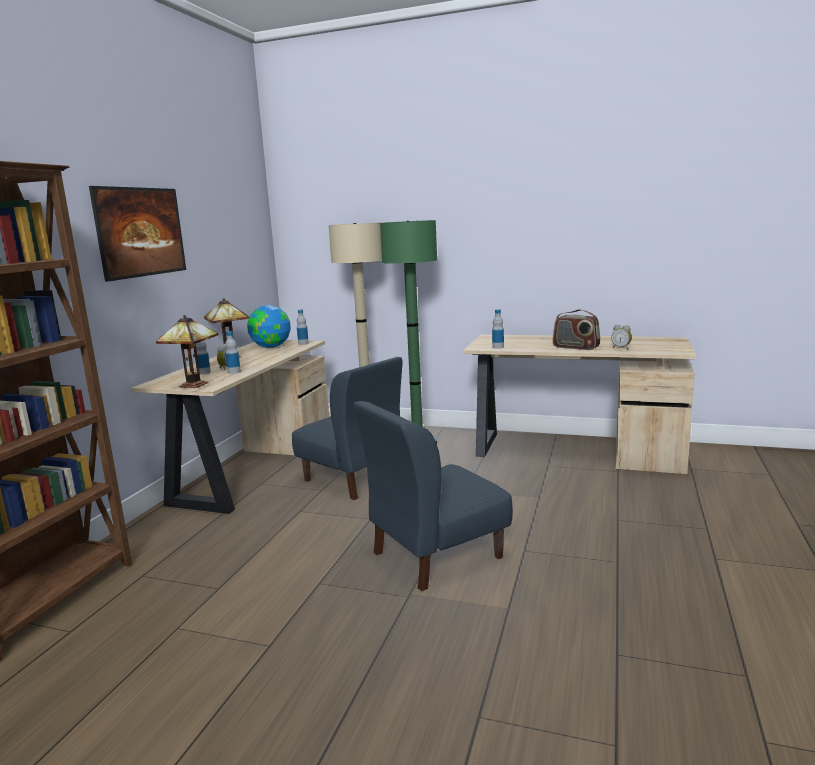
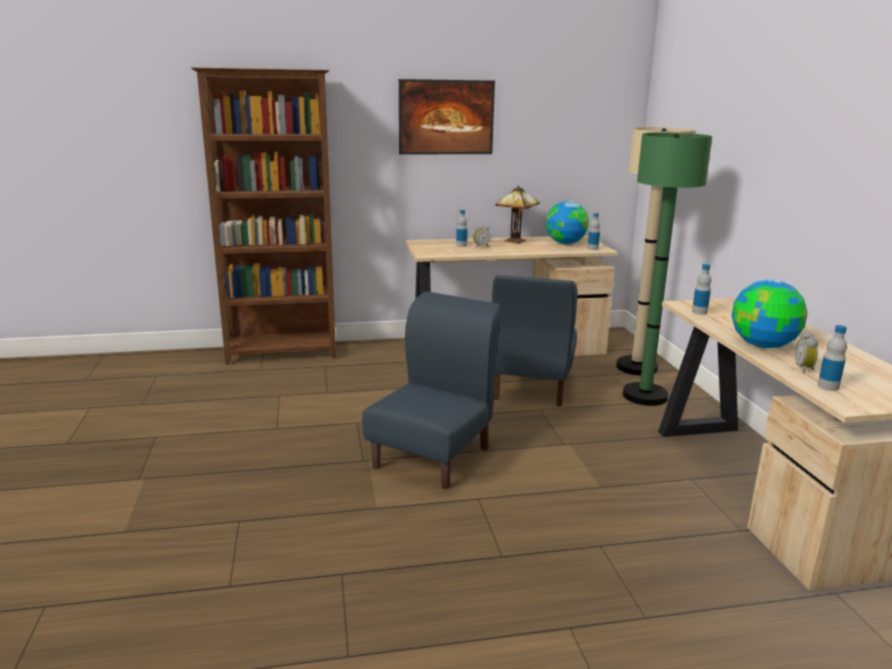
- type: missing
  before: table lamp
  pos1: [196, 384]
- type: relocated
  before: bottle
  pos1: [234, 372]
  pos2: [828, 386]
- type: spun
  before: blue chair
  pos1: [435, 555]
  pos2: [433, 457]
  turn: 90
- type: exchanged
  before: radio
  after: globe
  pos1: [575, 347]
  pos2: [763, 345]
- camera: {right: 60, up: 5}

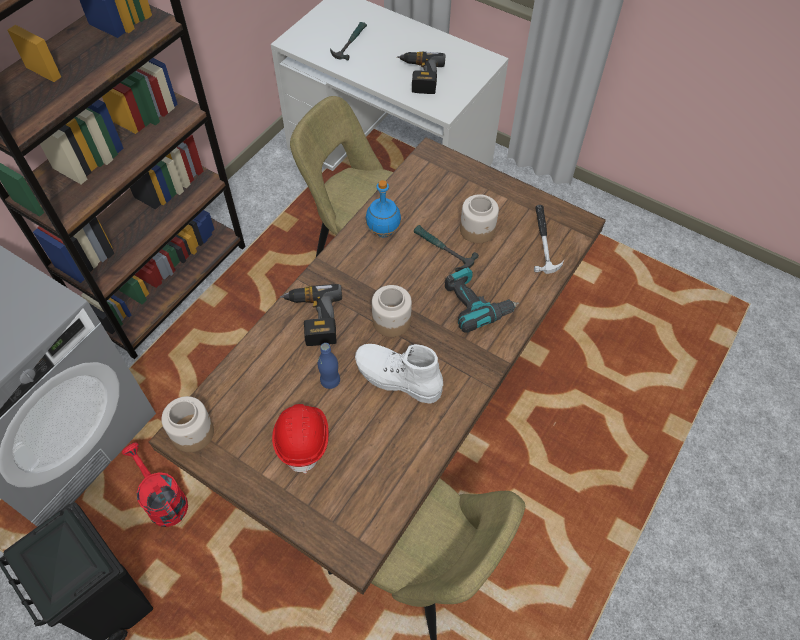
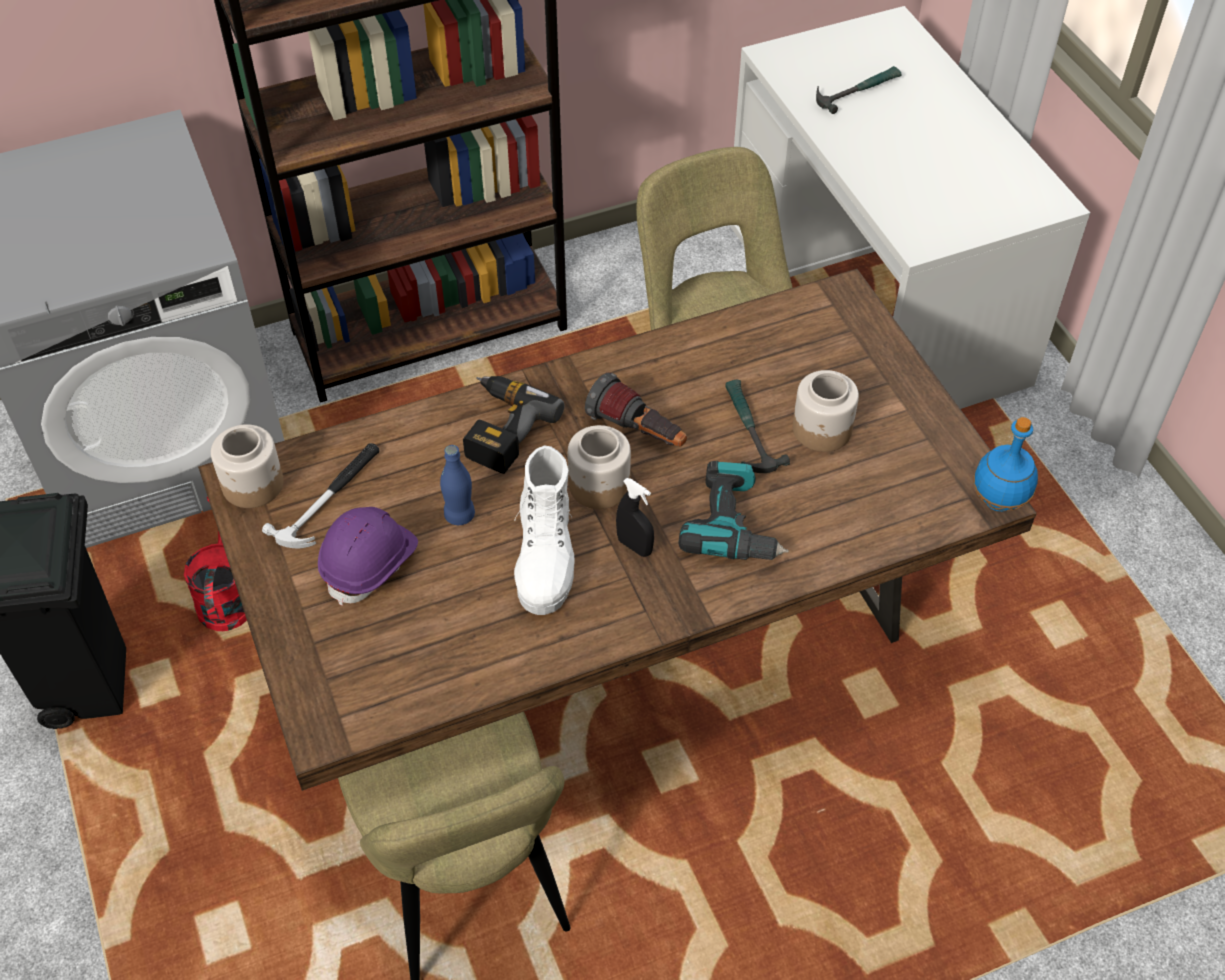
- type: colour
  before: red hard hat
  after: purple hard hat
  pos1: [303, 438]
  pos2: [370, 564]
- type: spun
  before: white boot
  pos1: [397, 378]
  pos2: [546, 560]
  turn: -150
- type: relocated
  before: blue bottle
  pos1: [383, 231]
  pos2: [998, 500]
- type: missing
  before: power drill
  pos1: [419, 77]
- type: relocated
  before: hammer
  pos1: [544, 240]
  pos2: [330, 498]
- type: appeared
  after: flashlight
  pos2: [638, 432]
- type: appeared
  after: black spray bottle
  pos2: [634, 546]
- camera: {right: 35, up: -5}

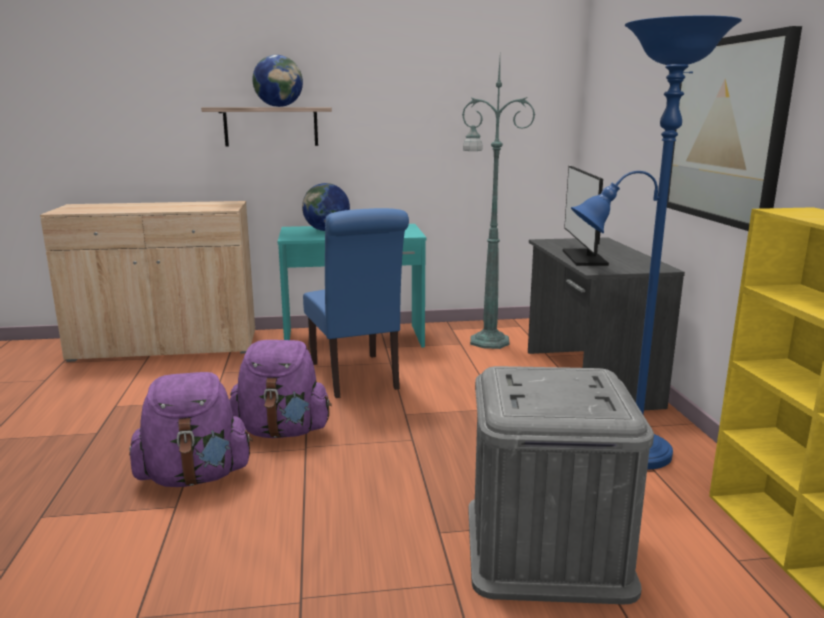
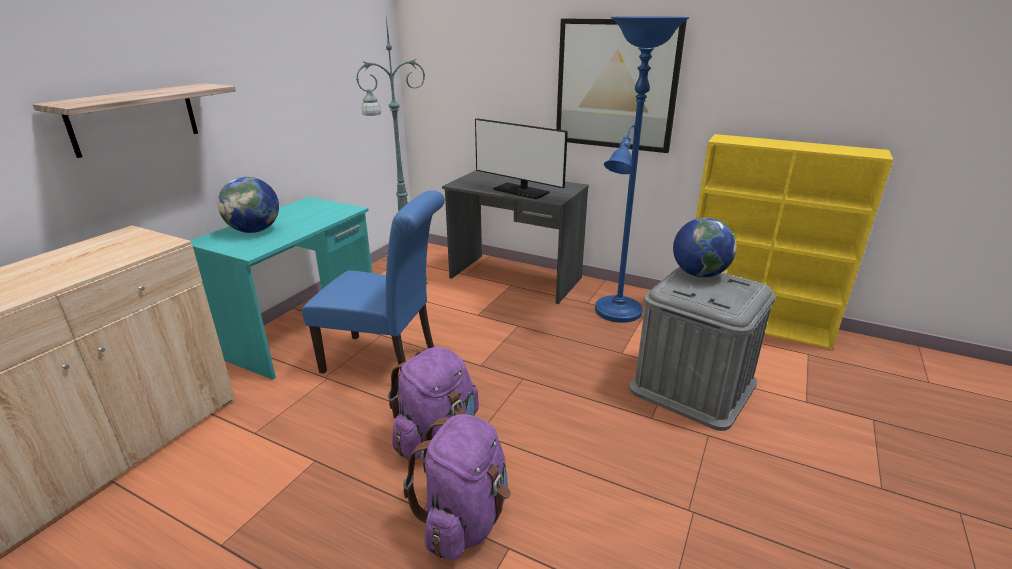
- type: relocated
  before: globe
  pos1: [279, 106]
  pos2: [699, 274]
- camera: {right: -55, up: 10}

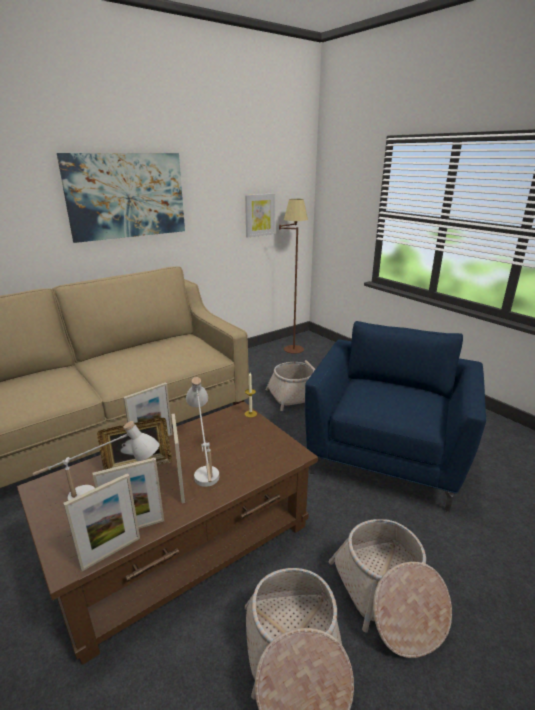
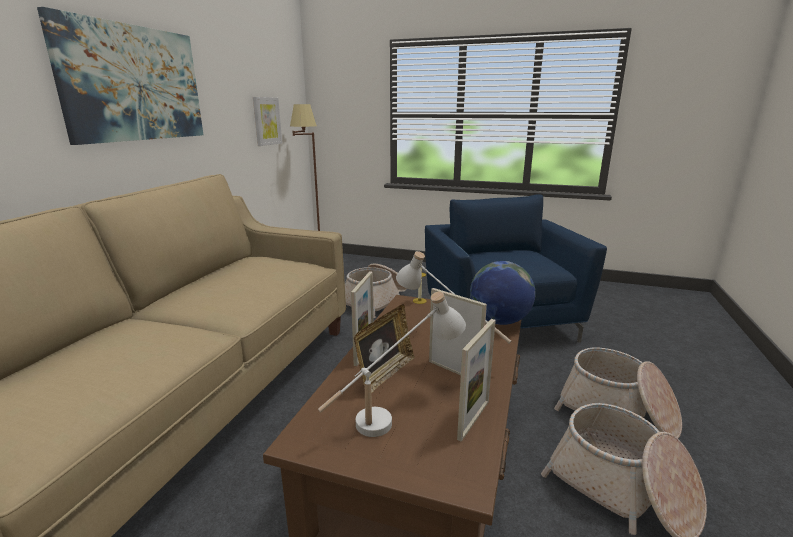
- type: missing
  before: picture frame
  pos1: [111, 553]
- type: appeared
  after: globe
  pos2: [499, 321]
- camera: {right: -35, up: -5}

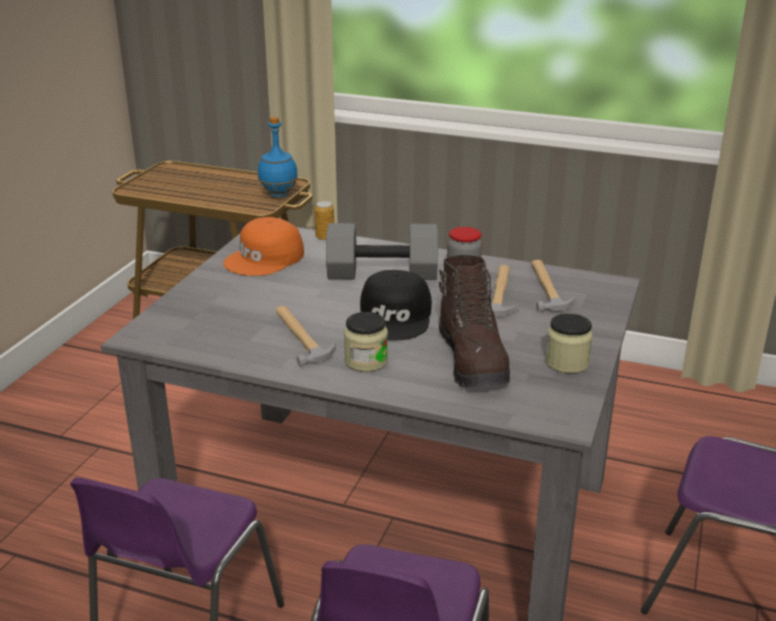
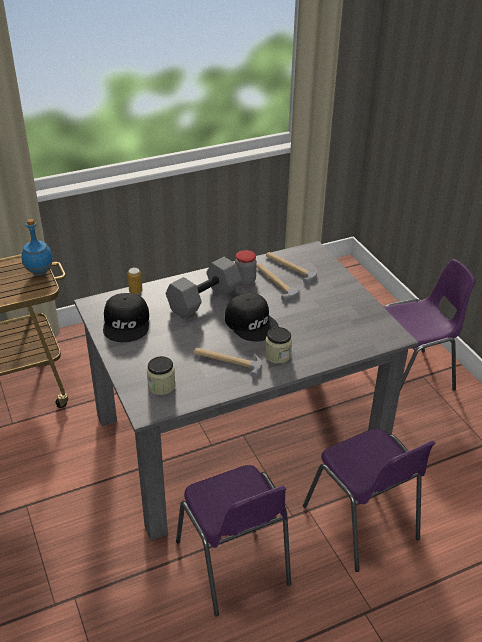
- type: colour
  before: orange cap
  after: black cap
  pos1: [265, 259]
  pos2: [127, 323]
- type: missing
  before: brown boot
  pos1: [473, 360]
- type: relocated
  before: jar
  pos1: [567, 362]
  pos2: [161, 386]
- camera: {right: -45, up: 10}

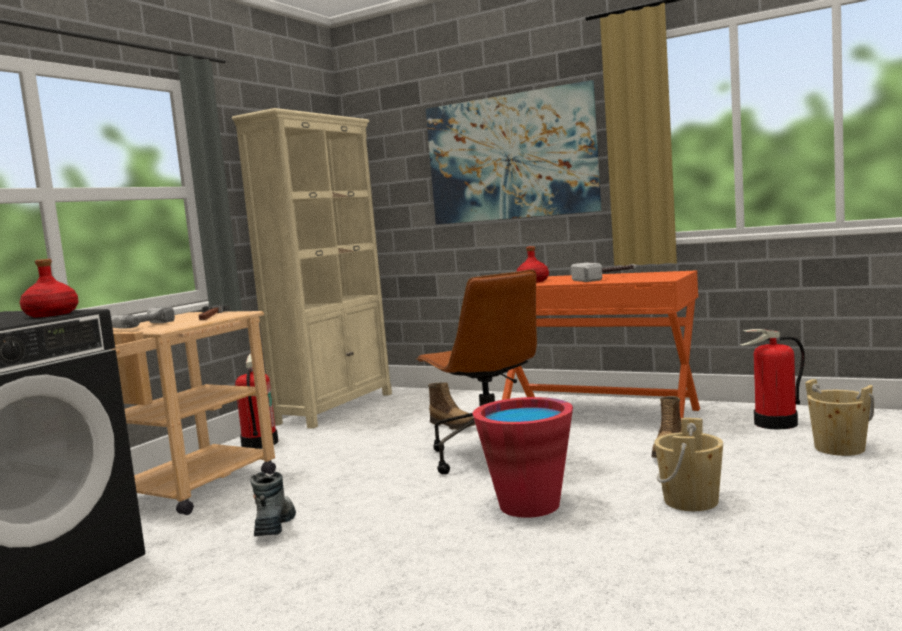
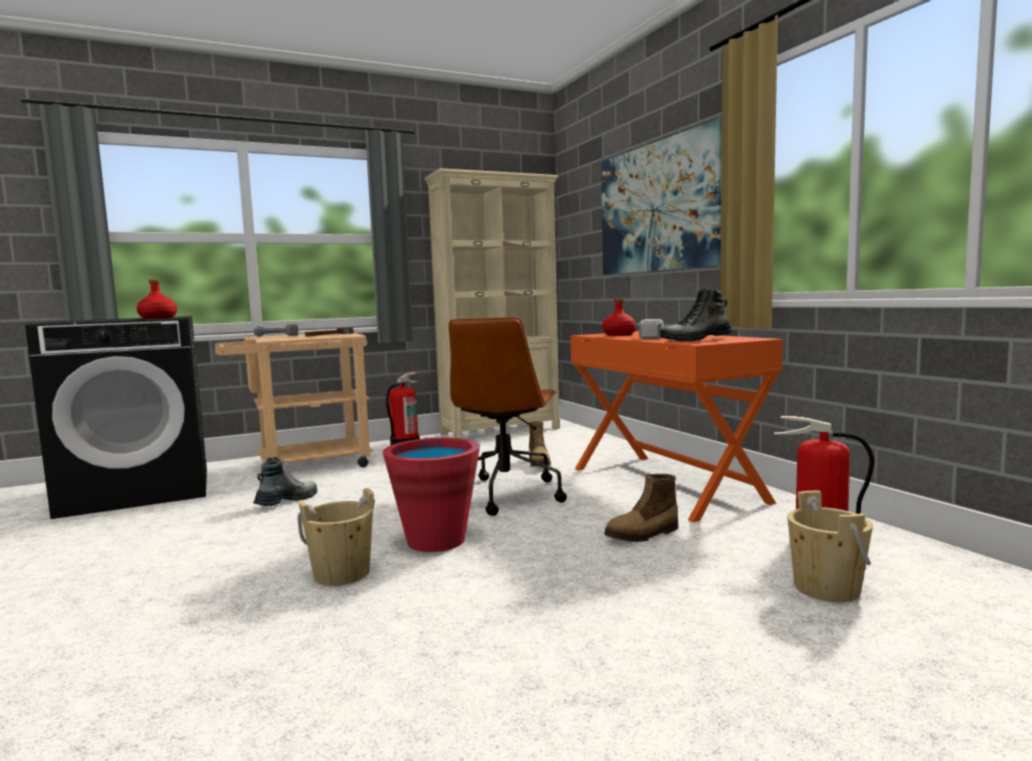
- type: relocated
  before: beige bucket
  pos1: [691, 501]
  pos2: [342, 573]
- type: appeared
  after: boot
  pos2: [696, 340]
- camera: {right: 35, up: 0}

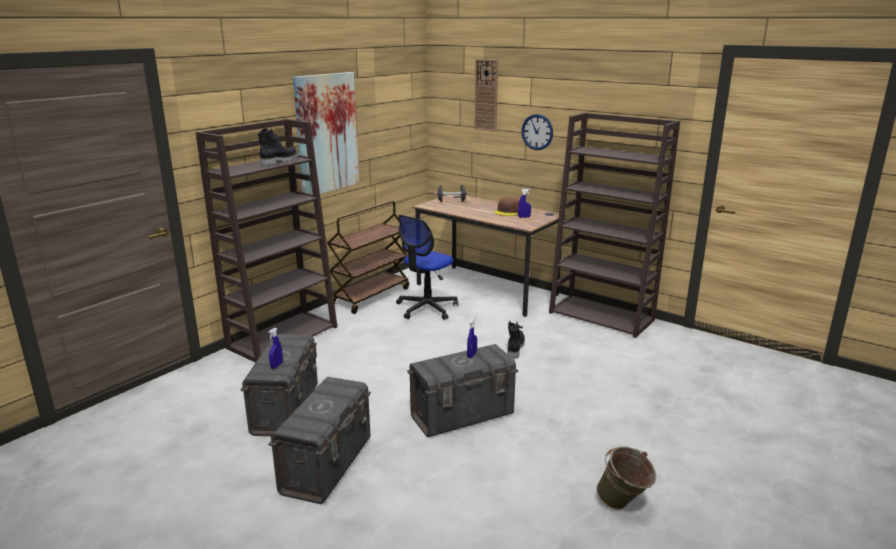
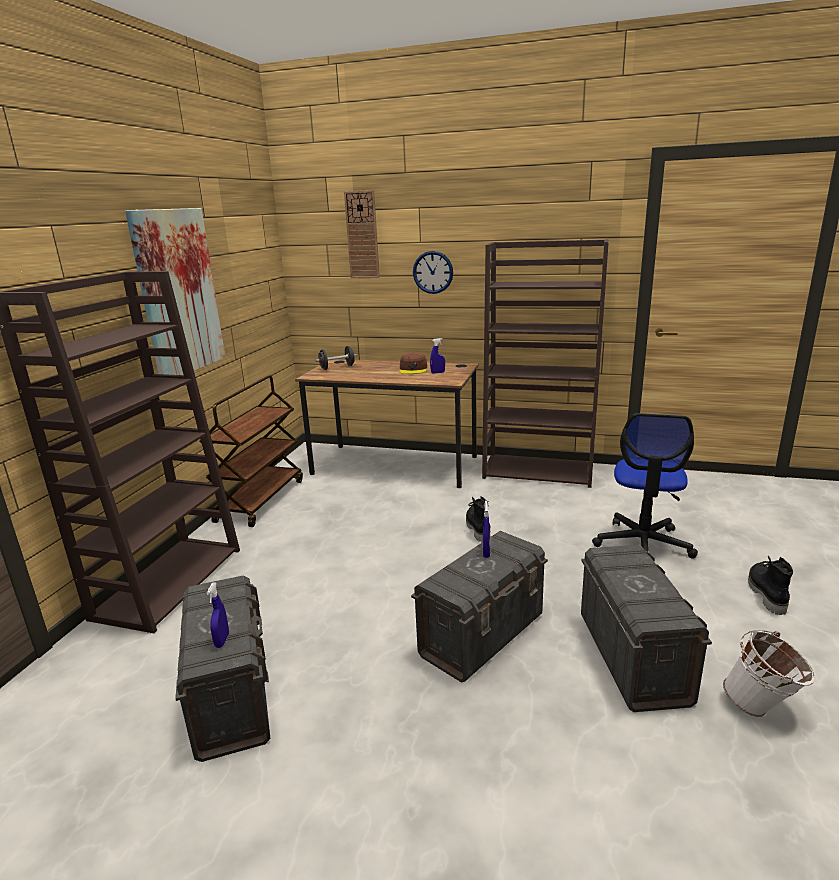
- type: relocated
  before: black boot
  pos1: [279, 162]
  pos2: [765, 593]
- type: relocated
  before: grey storage box
  pos1: [327, 465]
  pos2: [632, 657]
- type: relocated
  before: office chair
  pos1: [426, 308]
  pos2: [643, 544]
- type: colour
  before: green bucket
  after: white bucket
  pos1: [623, 506]
  pos2: [762, 708]
- camera: {right: -20, up: 0}

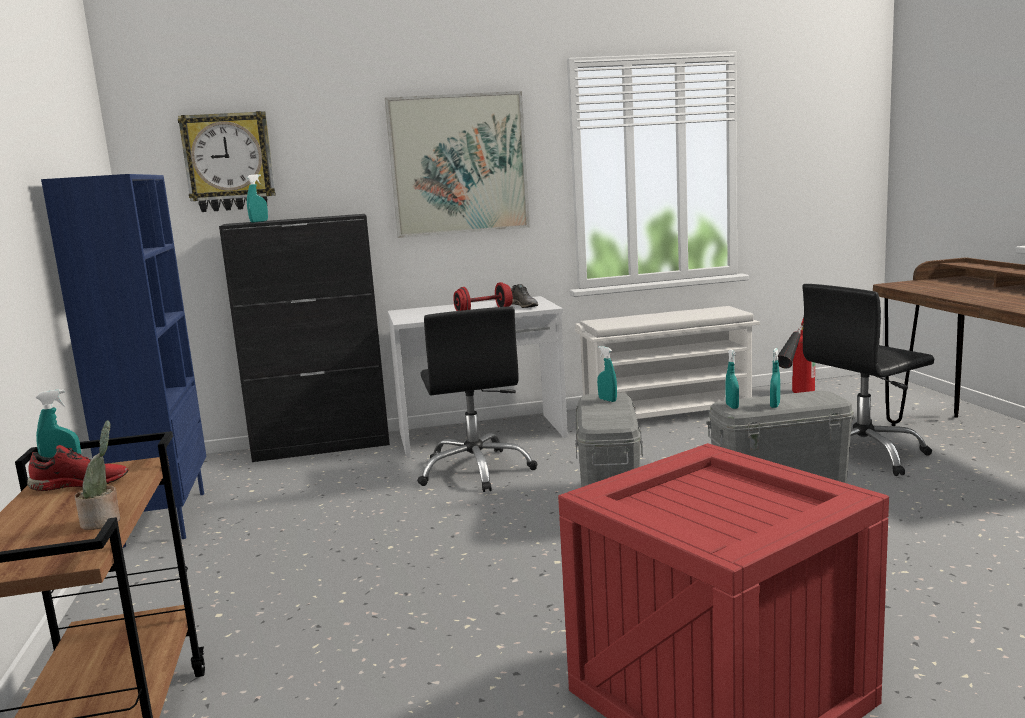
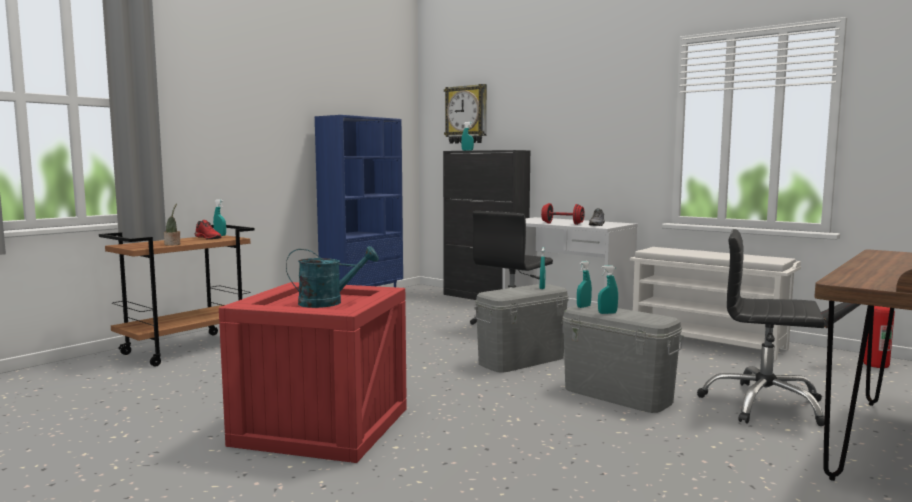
- type: missing
  before: picture
  pos1: [458, 164]
- type: appeared
  after: turquoise watering can
  pos2: [328, 302]
- camera: {right: 50, up: -5}

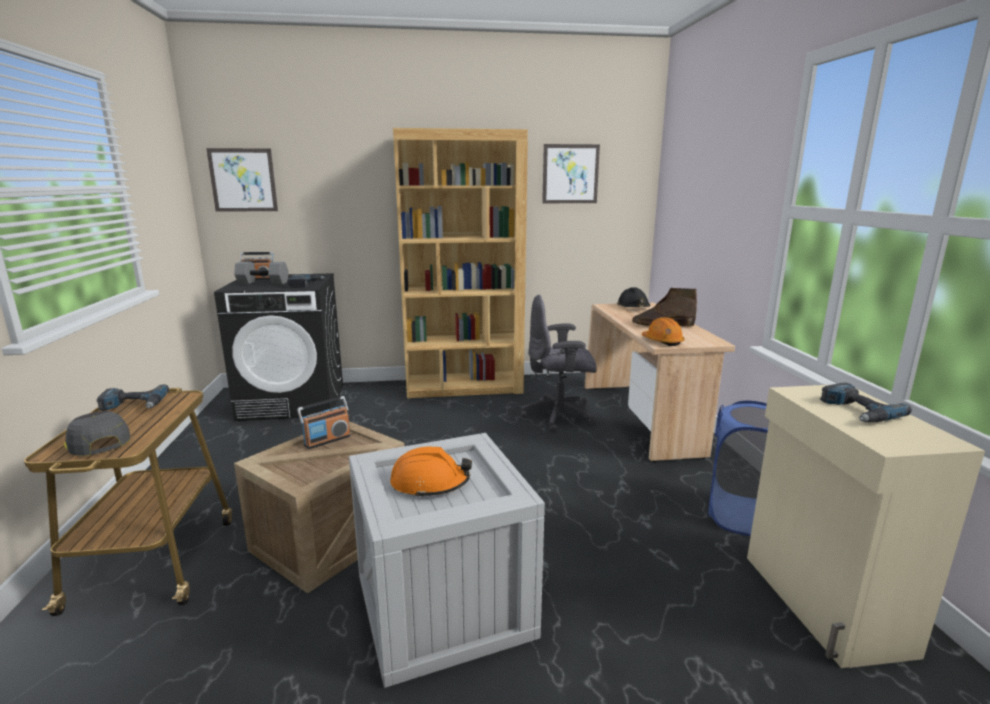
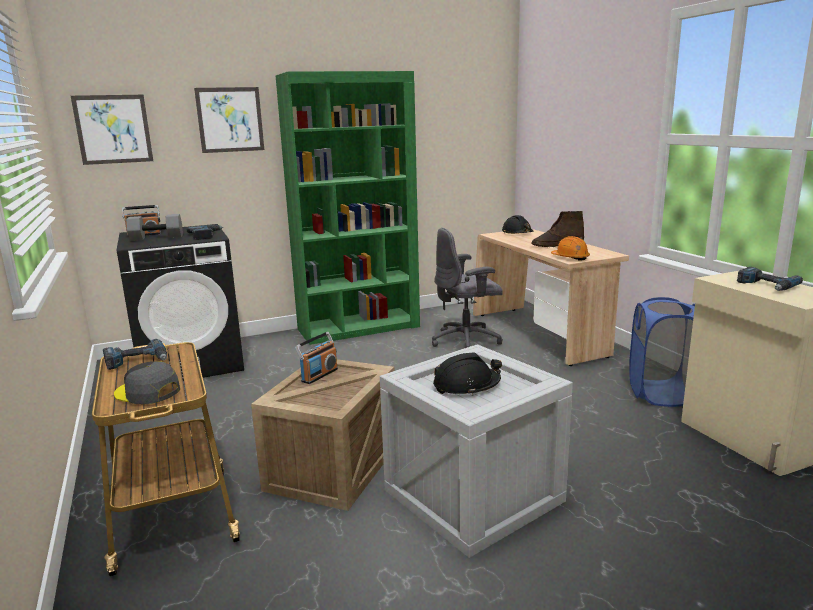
- type: colour
  before: orange hard hat
  after: black hard hat
  pos1: [430, 483]
  pos2: [466, 386]
- type: colour
  before: brown bookcase
  after: green bookcase
  pos1: [464, 387]
  pos2: [359, 328]
- type: relocated
  before: picture
  pos1: [570, 174]
  pos2: [230, 120]
- camera: {right: -15, up: 0}

